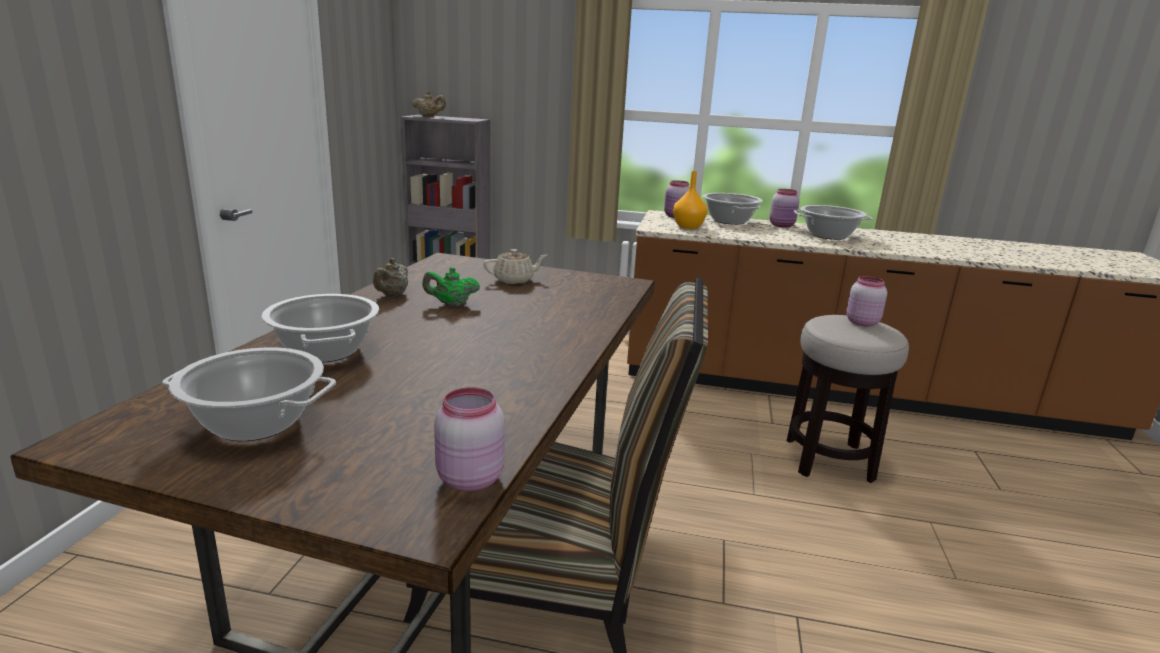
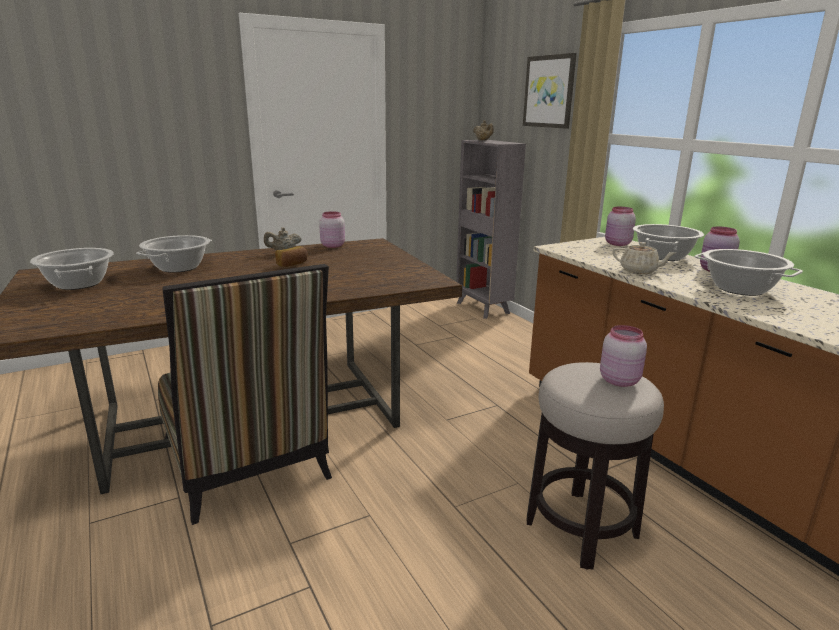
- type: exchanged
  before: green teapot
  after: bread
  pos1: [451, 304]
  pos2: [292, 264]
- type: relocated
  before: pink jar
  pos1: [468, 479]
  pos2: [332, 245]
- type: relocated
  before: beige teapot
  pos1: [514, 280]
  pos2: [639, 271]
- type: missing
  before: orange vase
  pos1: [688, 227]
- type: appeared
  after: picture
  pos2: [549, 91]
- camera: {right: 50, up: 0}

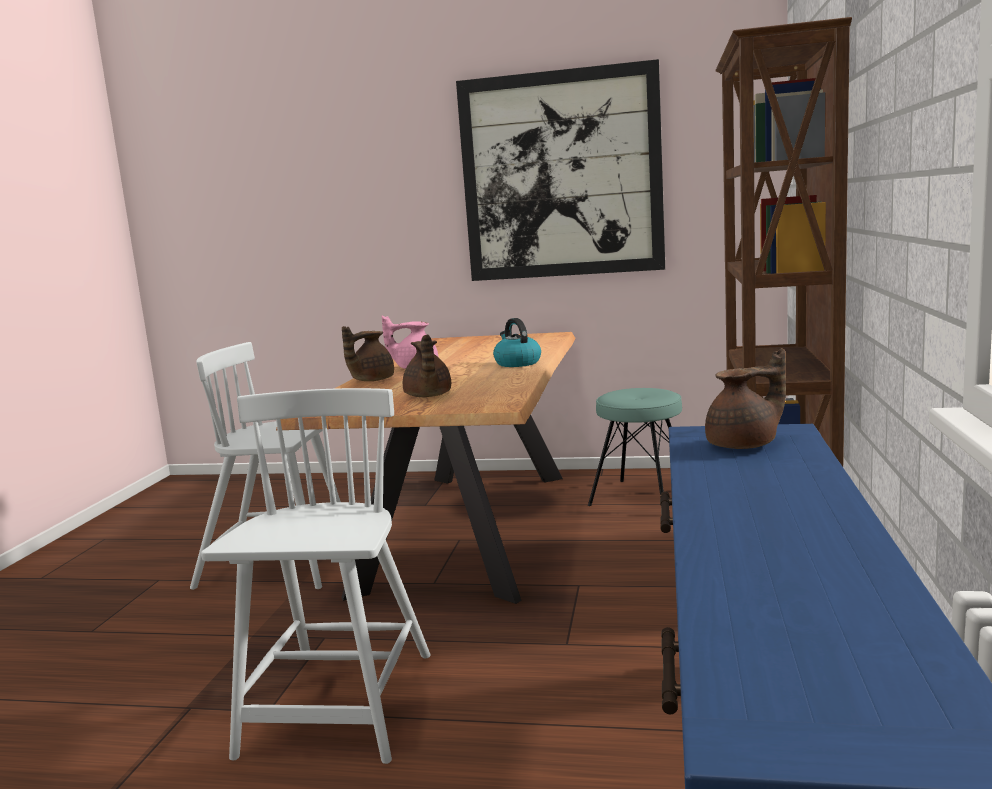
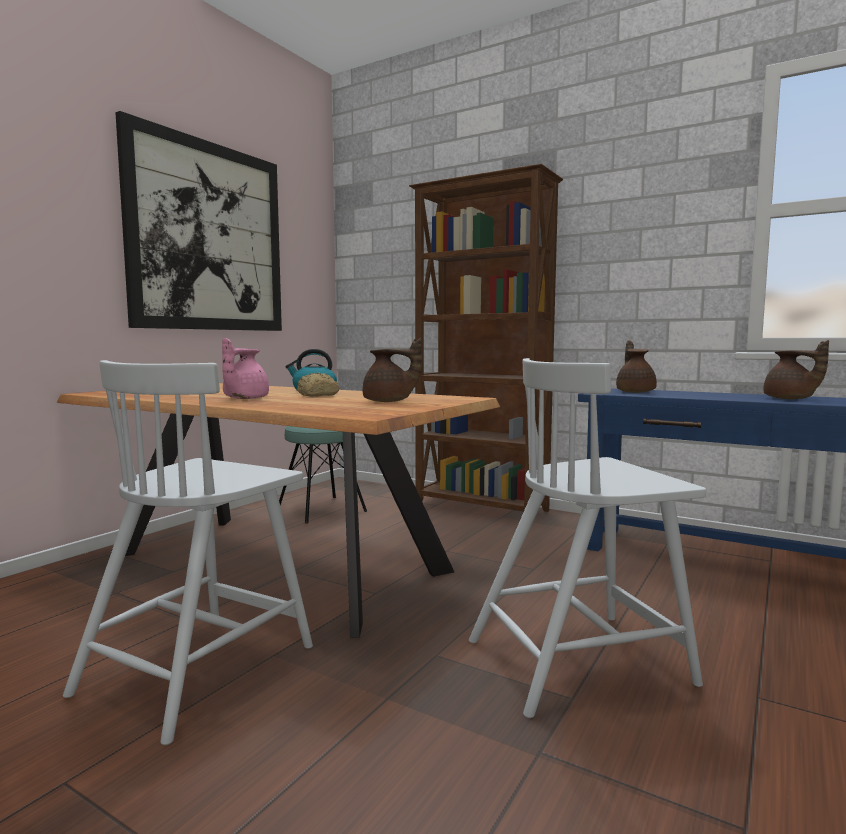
- type: spun
  before: white chair
  pos1: [339, 706]
  pos2: [581, 660]
  turn: -45
- type: relocated
  before: brown teapot
  pos1: [370, 380]
  pos2: [790, 399]
- type: appeared
  after: bread
  pos2: [317, 395]
- camera: {right: -70, up: -5}

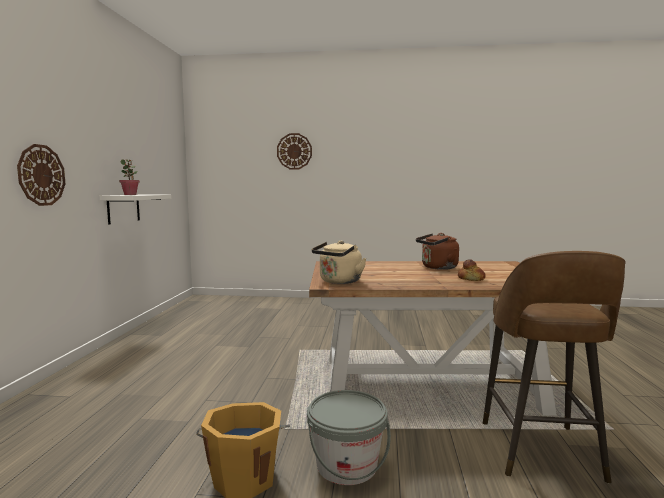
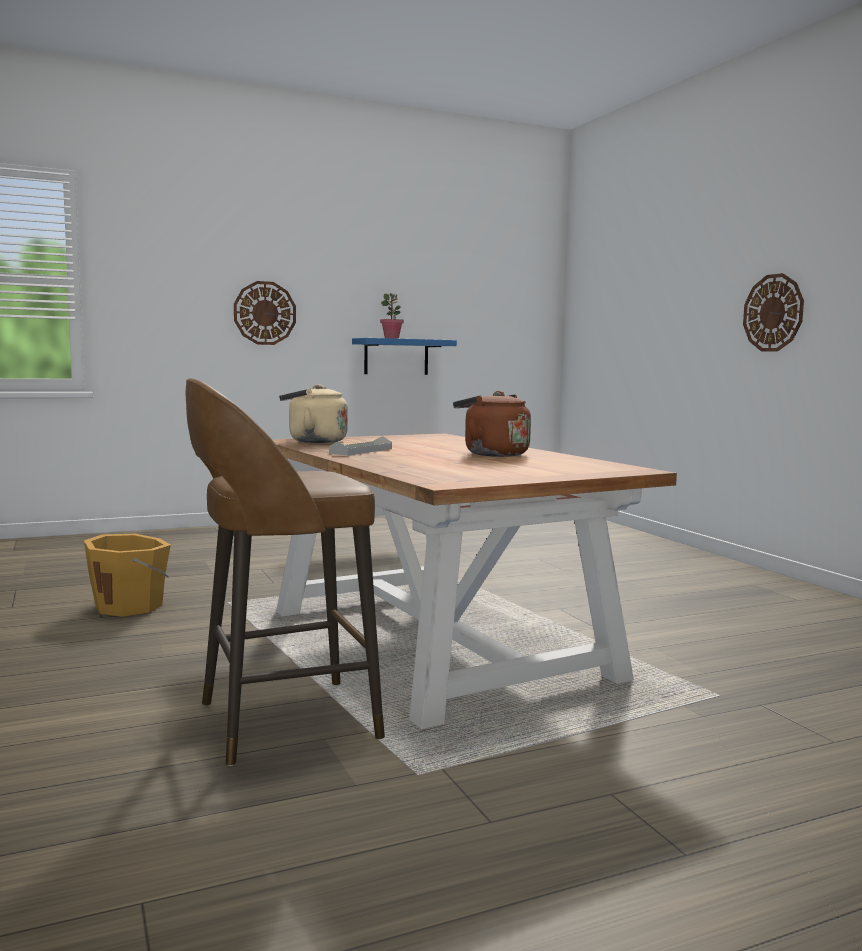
- type: colour
  before: white shelf
  after: blue shelf
  pos1: [123, 208]
  pos2: [396, 357]
- type: relocated
  before: wall clock
  pos1: [294, 151]
  pos2: [773, 313]
- type: missing
  before: grey bucket
  pos1: [347, 465]
- type: missing
  before: bread
  pos1: [471, 279]
- type: appeared
  after: grey tray
  pos2: [361, 451]
- camera: {right: 60, up: 0}

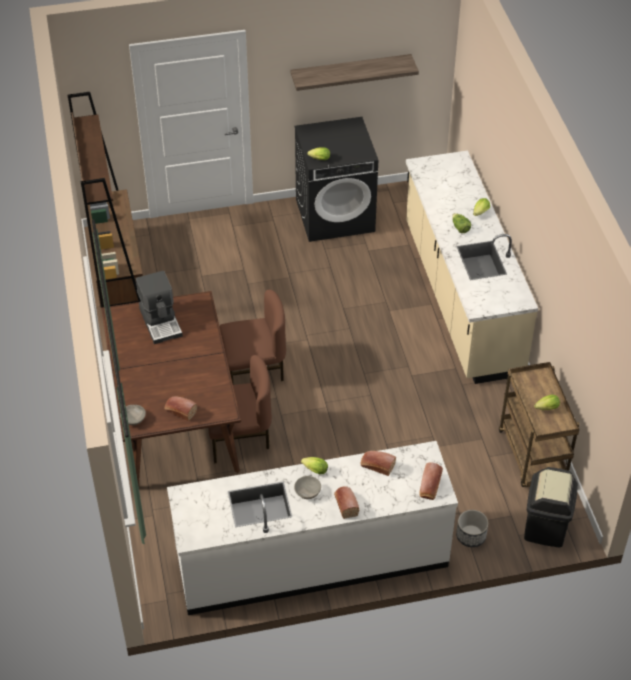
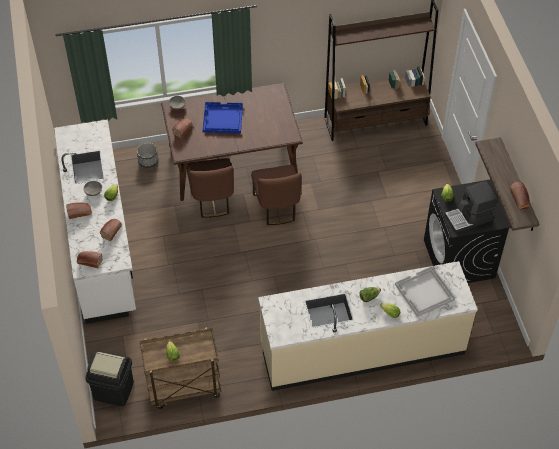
- type: relocated
  before: coffee machine
  pos1: [161, 322]
  pos2: [469, 218]
- type: relocated
  before: planter
  pos1: [471, 536]
  pos2: [148, 161]
- type: appeared
  after: blue tray
  pos2: [222, 119]
- type: appeared
  after: white tray
  pos2: [424, 292]
- type: appeared
  after: bread
  pos2: [520, 200]
- camera: {right: 90, up: 5}

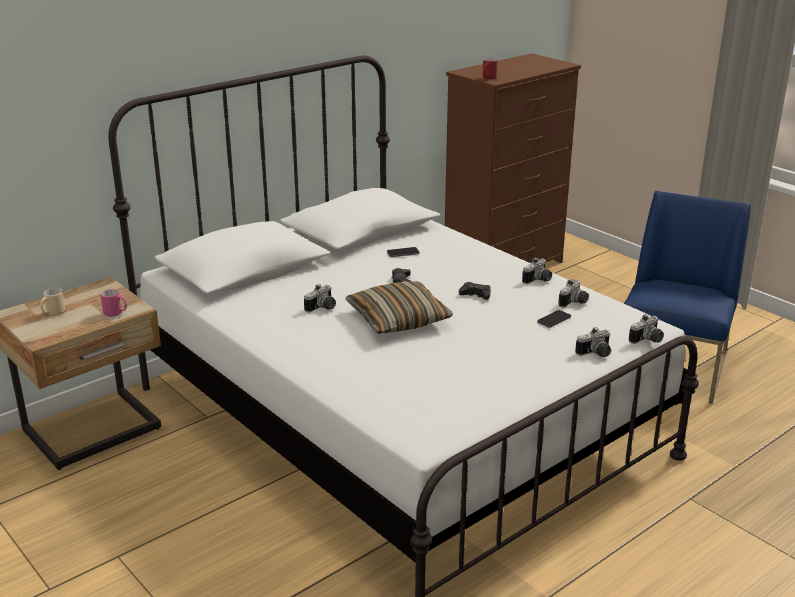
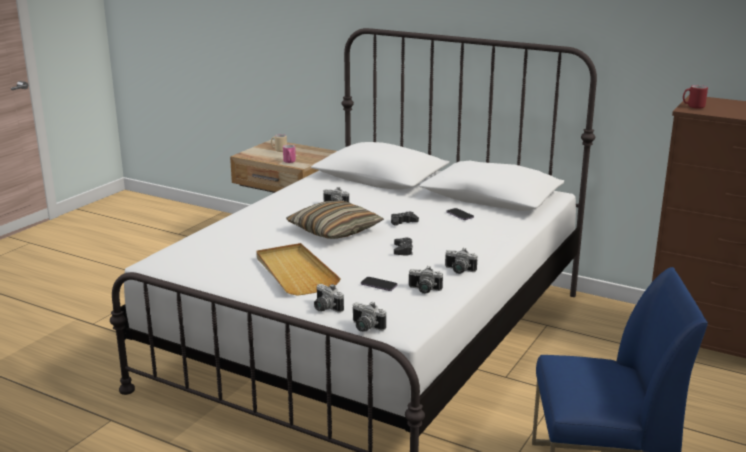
- type: appeared
  after: beige tray
  pos2: [295, 272]
- camera: {right: 70, up: -5}

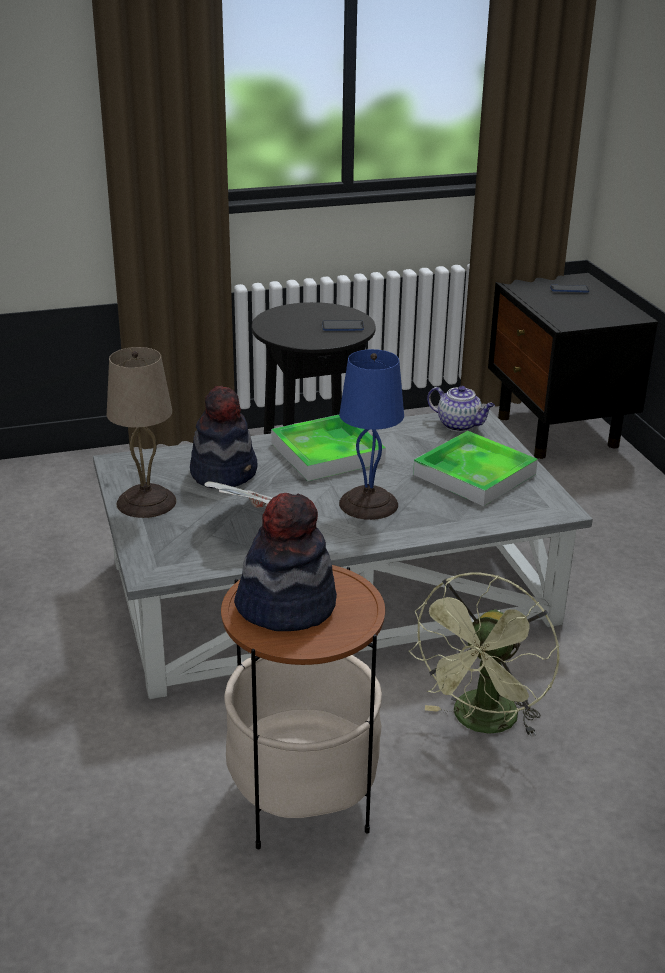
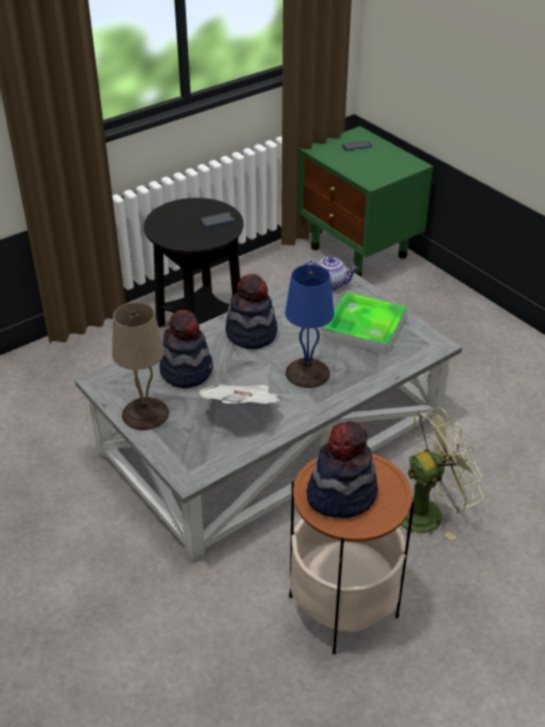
- type: exchanged
  before: tray
  after: hat
  pos1: [327, 453]
  pos2: [251, 333]
- type: spun
  before: green fan
  pos1: [482, 723]
  pos2: [427, 511]
  turn: -120
- type: colour
  before: black nightstand
  after: green nightstand
  pos1: [558, 432]
  pos2: [359, 252]
- camera: {right: -20, up: 10}

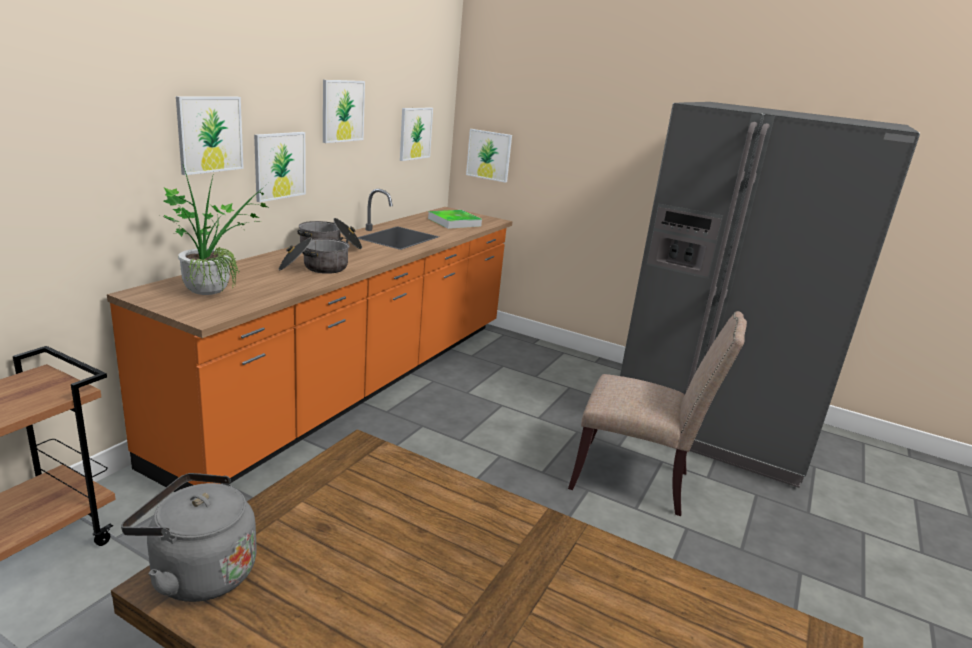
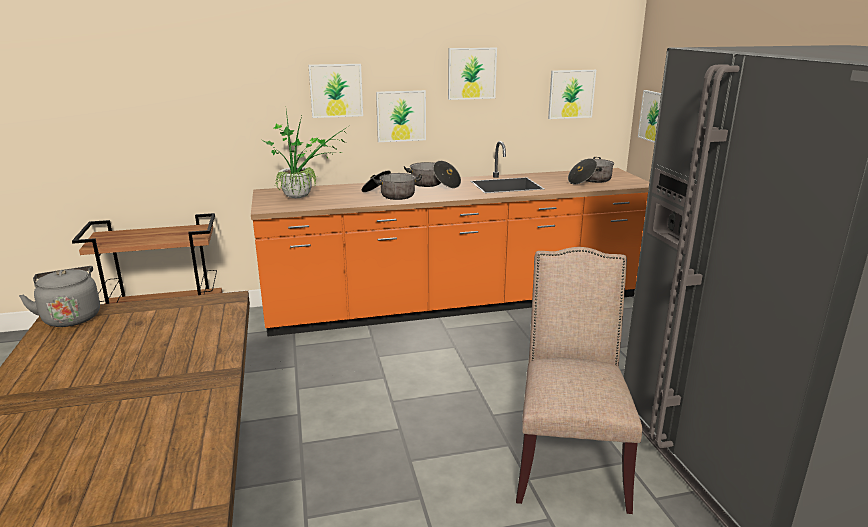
- type: exchanged
  before: tray
  after: cooking pot
  pos1: [454, 222]
  pos2: [590, 180]
- type: spun
  before: beige chair
  pos1: [636, 480]
  pos2: [568, 461]
  turn: -150
- camera: {right: 50, up: 0}

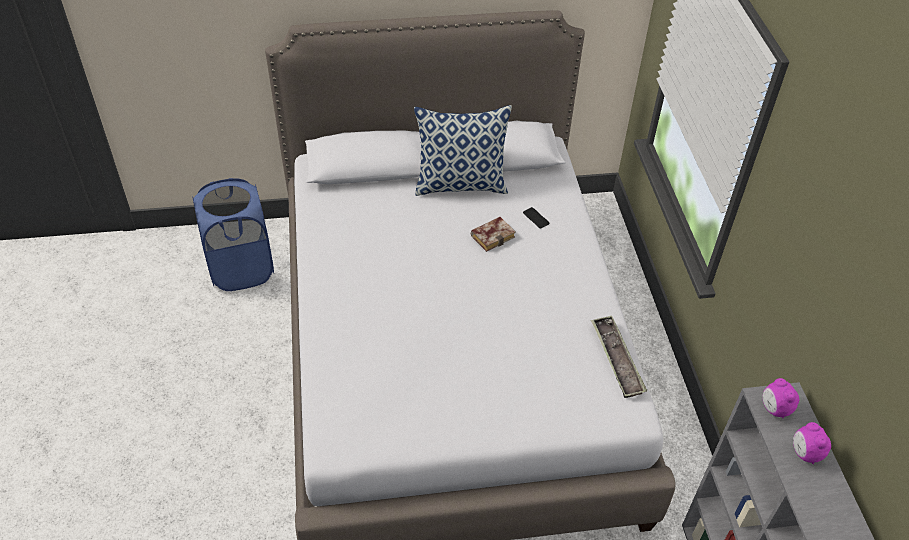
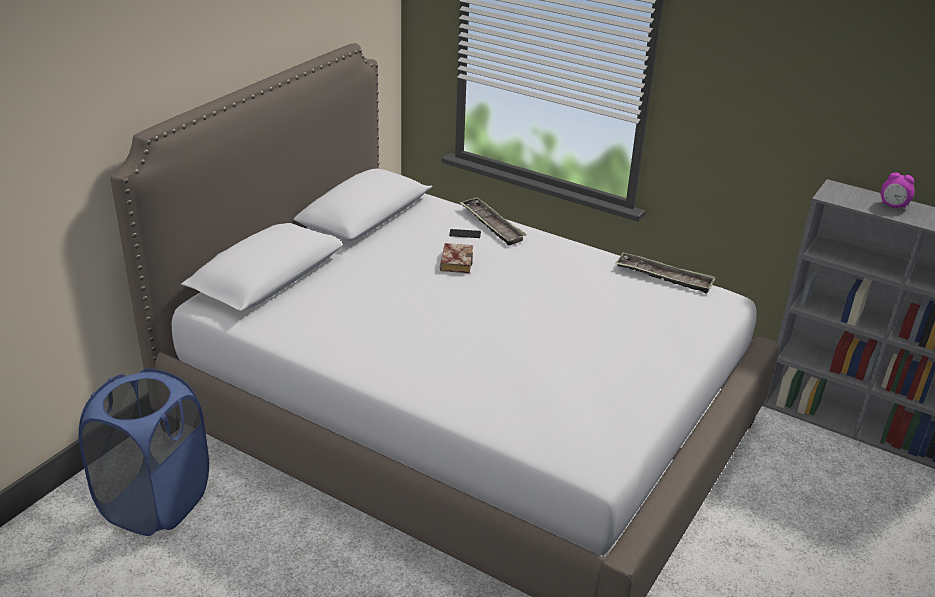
- type: missing
  before: pillow
  pos1: [461, 184]
- type: missing
  before: alarm clock
  pos1: [774, 409]
- type: appeared
  after: tray
  pos2: [491, 225]
- camera: {right: -50, up: -15}

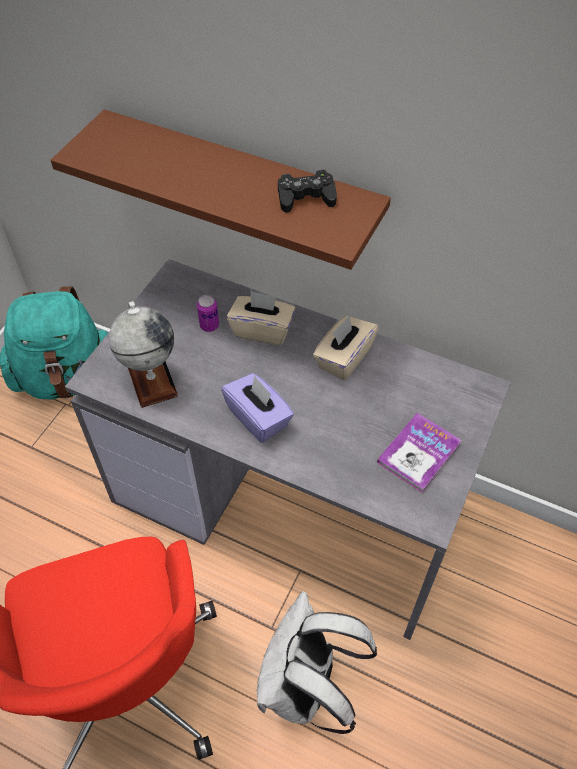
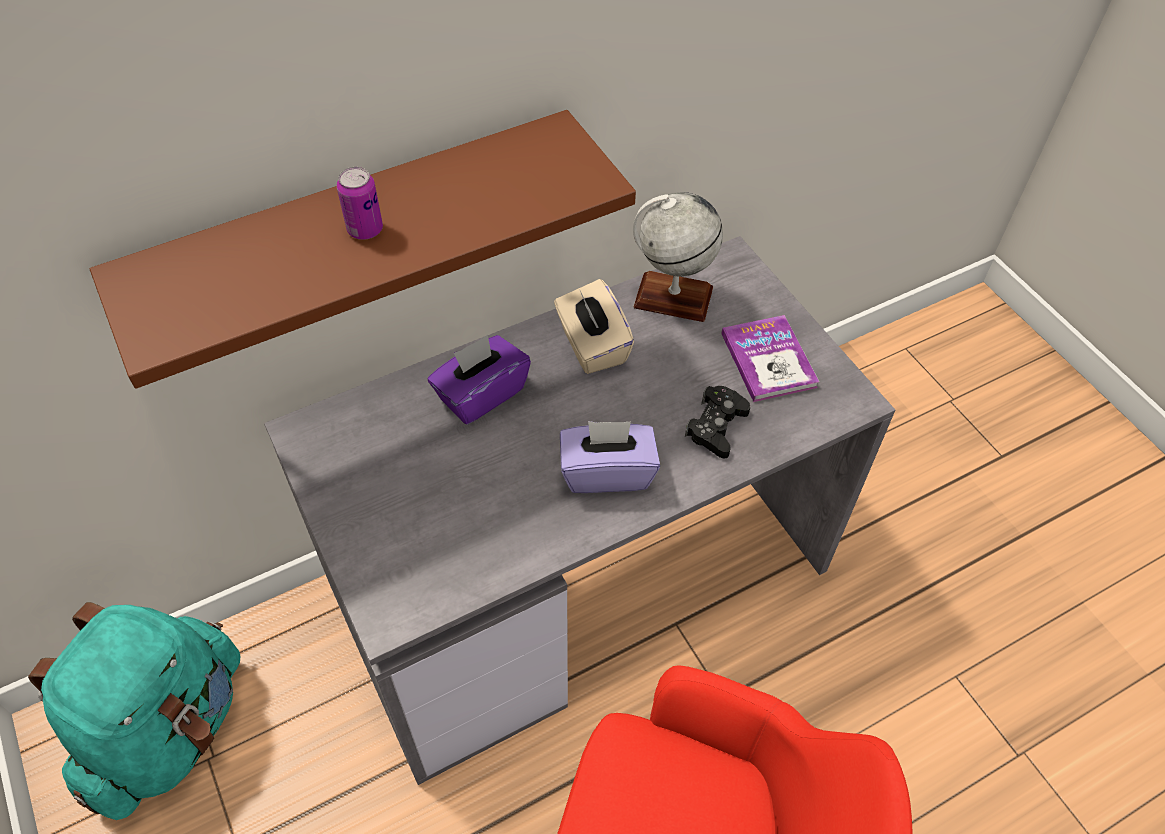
- type: relocated
  before: globe
  pos1: [152, 380]
  pos2: [673, 297]
- type: relocated
  before: can
  pos1: [209, 325]
  pos2: [365, 230]
- type: colour
  before: beige tissue box
  after: purple tissue box
  pos1: [262, 330]
  pos2: [481, 394]
- type: missing
  before: white backpack
  pos1: [306, 688]
- type: relocated
  before: black game controller
  pos1: [306, 197]
  pos2: [716, 426]
- camera: {right: -55, up: 0}

